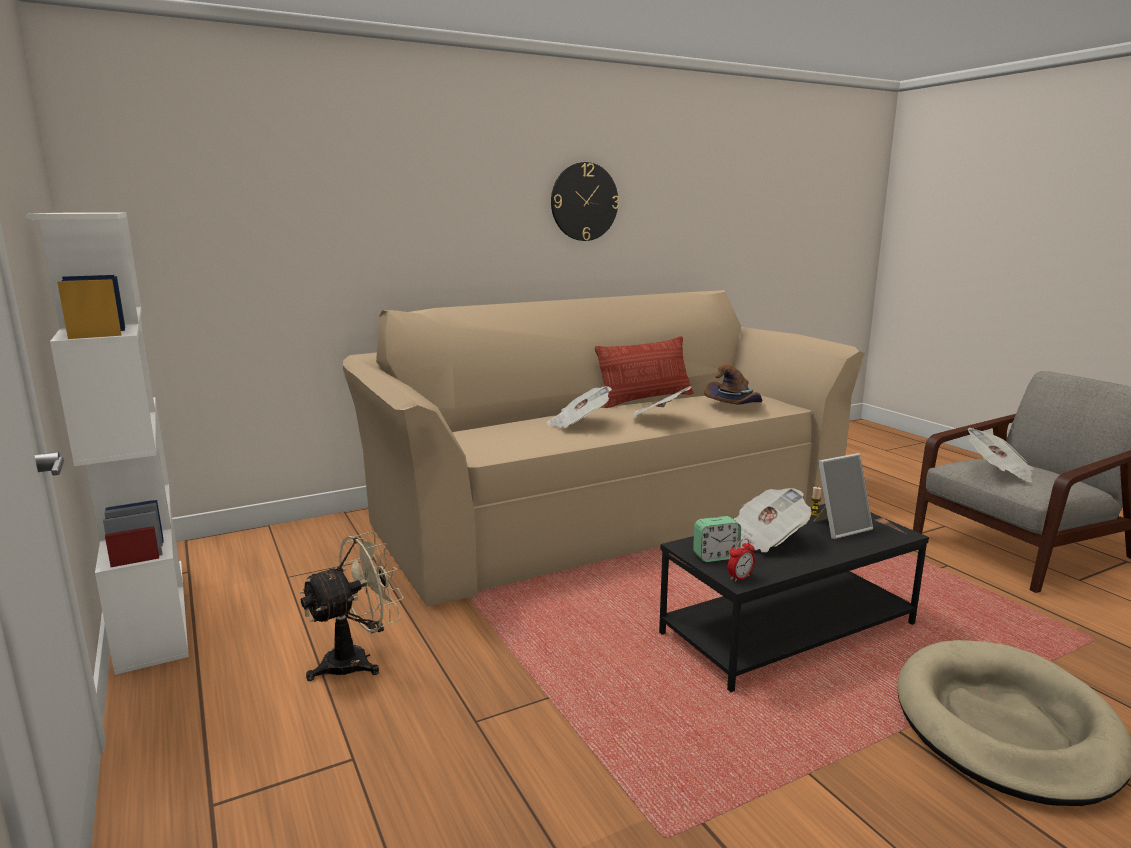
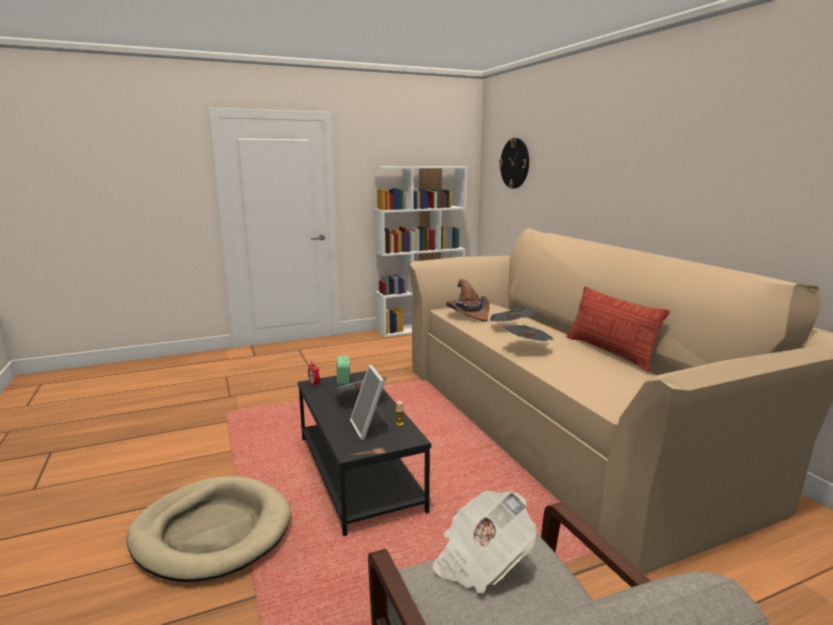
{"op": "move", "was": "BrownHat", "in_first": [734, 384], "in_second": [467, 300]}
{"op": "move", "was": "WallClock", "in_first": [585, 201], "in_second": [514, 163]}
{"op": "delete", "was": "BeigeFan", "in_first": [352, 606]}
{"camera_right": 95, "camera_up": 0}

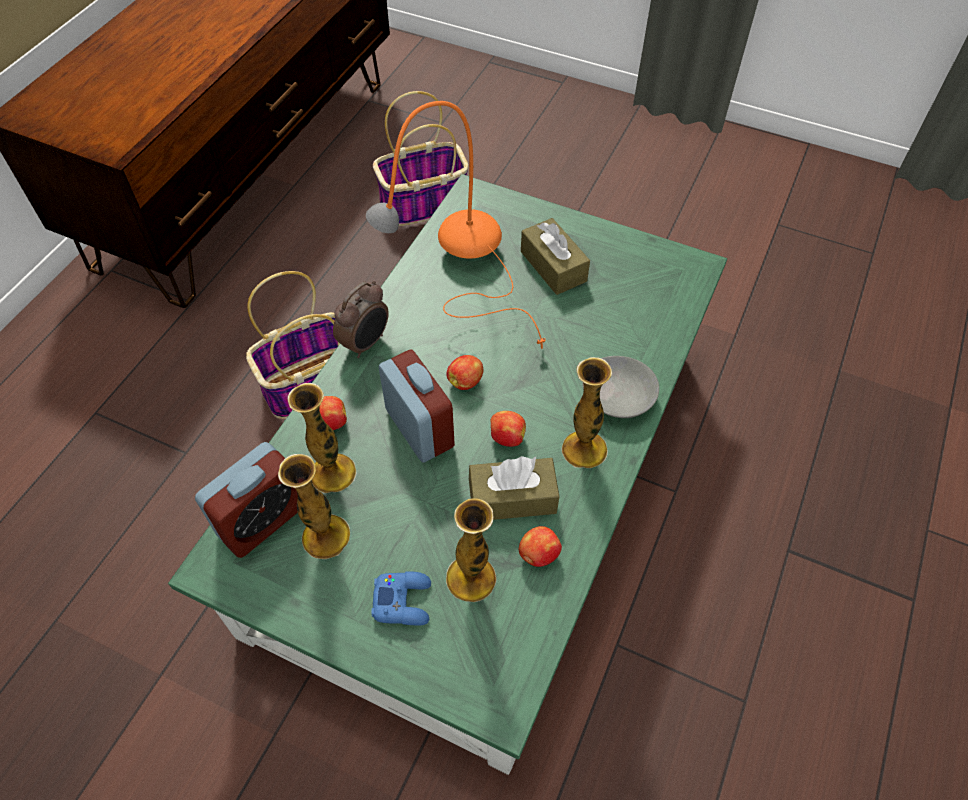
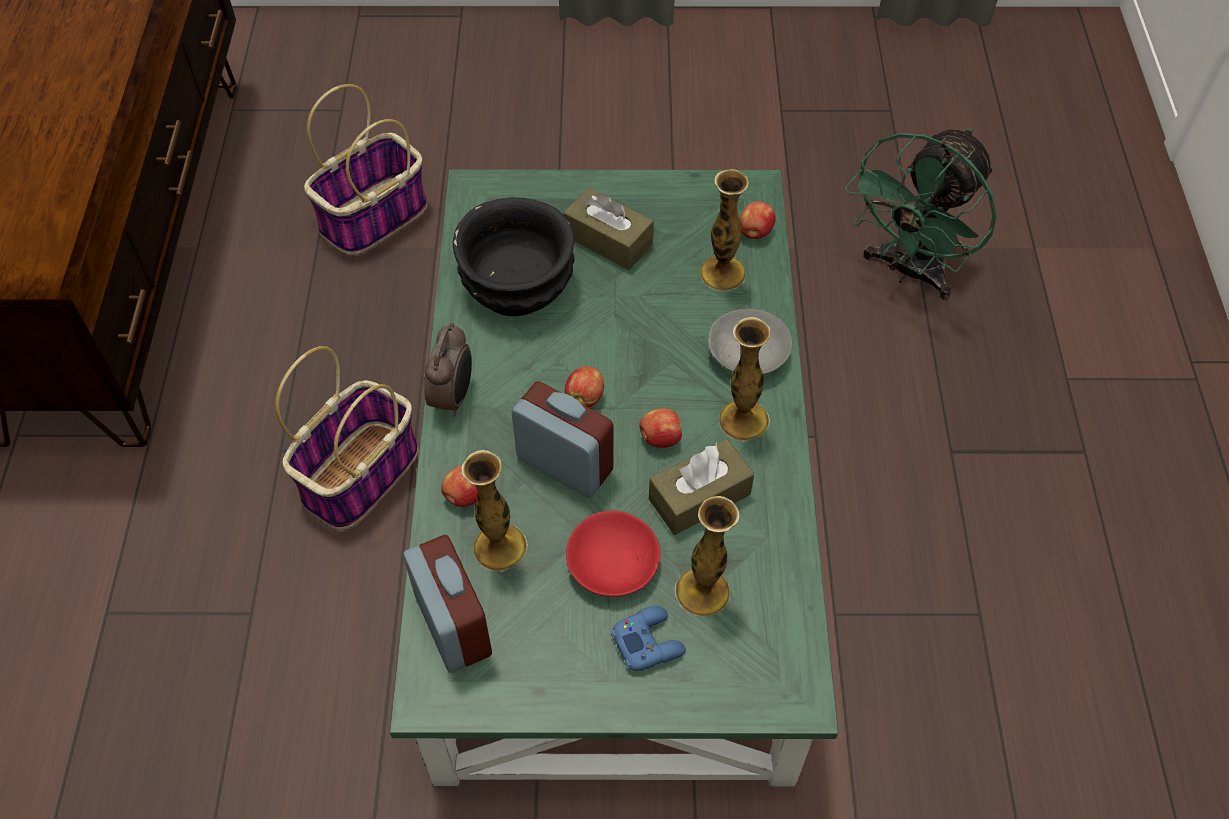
{"op": "rotate", "was": "AlarmClock", "in_first": [246, 500], "in_second": [447, 604], "clockwise": -45}
{"op": "replace", "was": "OrangeTableLamp", "now": "BlackBowl", "in_first": [456, 225], "in_second": [514, 256]}
{"op": "insert", "now": "RedBowl", "in_second": [613, 554]}
{"op": "move", "was": "Vase", "in_first": [314, 506], "in_second": [724, 230]}
{"op": "move", "was": "Apple", "in_first": [540, 546], "in_second": [757, 220]}
{"op": "insert", "now": "GreenFan", "in_second": [921, 214]}
{"camera_right": -25, "camera_up": 0}

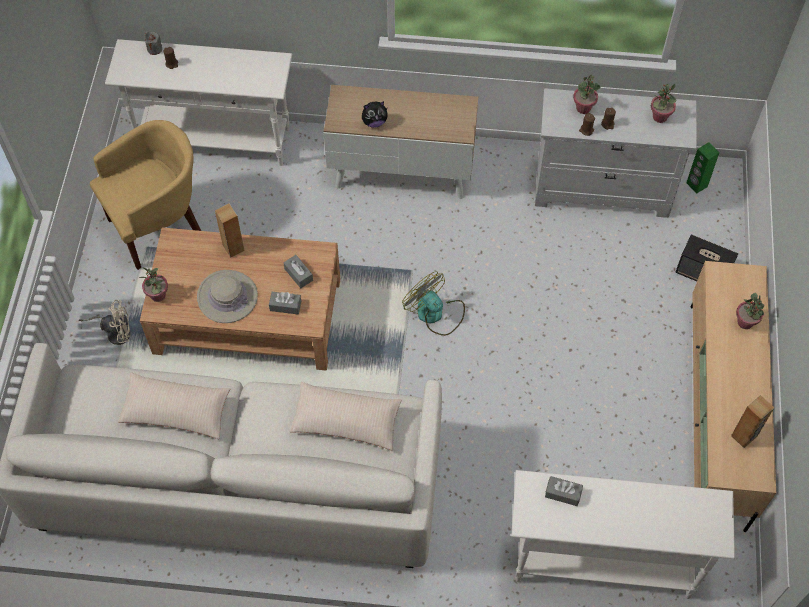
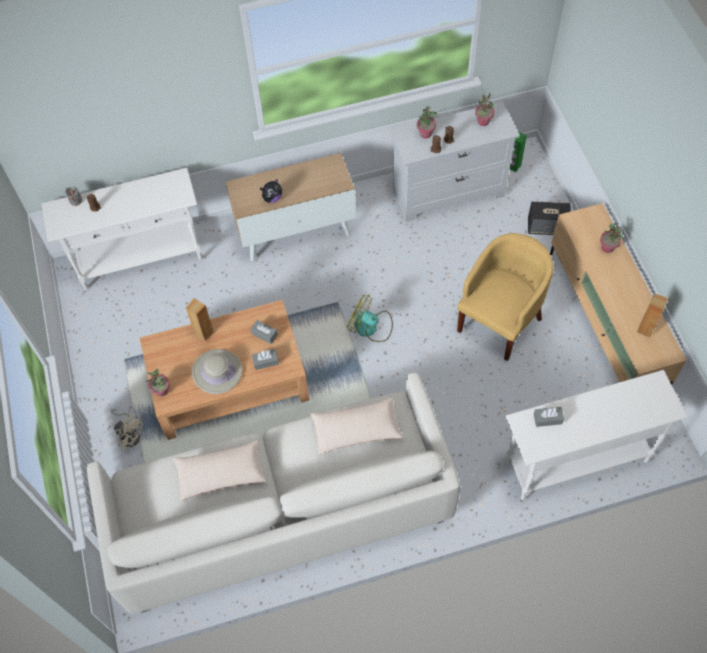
{"op": "rotate", "was": "BeigeFan", "in_first": [105, 322], "in_second": [127, 429], "clockwise": 60}
{"op": "move", "was": "YellowArmchair", "in_first": [145, 195], "in_second": [505, 297]}
{"camera_right": -20, "camera_up": 0}

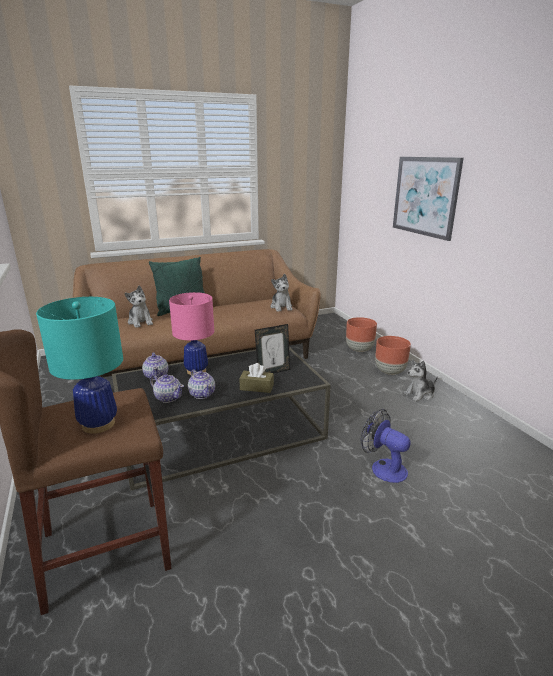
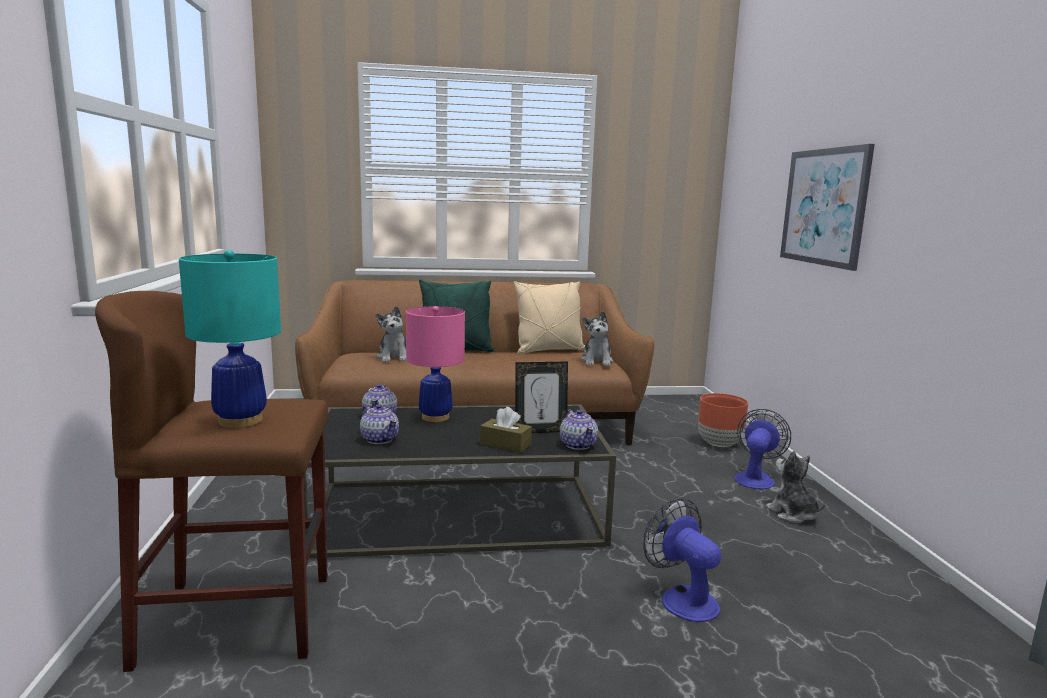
{"op": "insert", "now": "BeigePillow", "in_second": [549, 317]}
{"op": "move", "was": "Teapot", "in_first": [201, 384], "in_second": [579, 430]}
{"op": "replace", "was": "BrownPlanter", "now": "Fan", "in_first": [393, 355], "in_second": [763, 449]}
{"op": "rotate", "was": "PlushToy", "in_first": [420, 381], "in_second": [795, 487], "clockwise": 75}
{"camera_right": 15, "camera_up": -10}

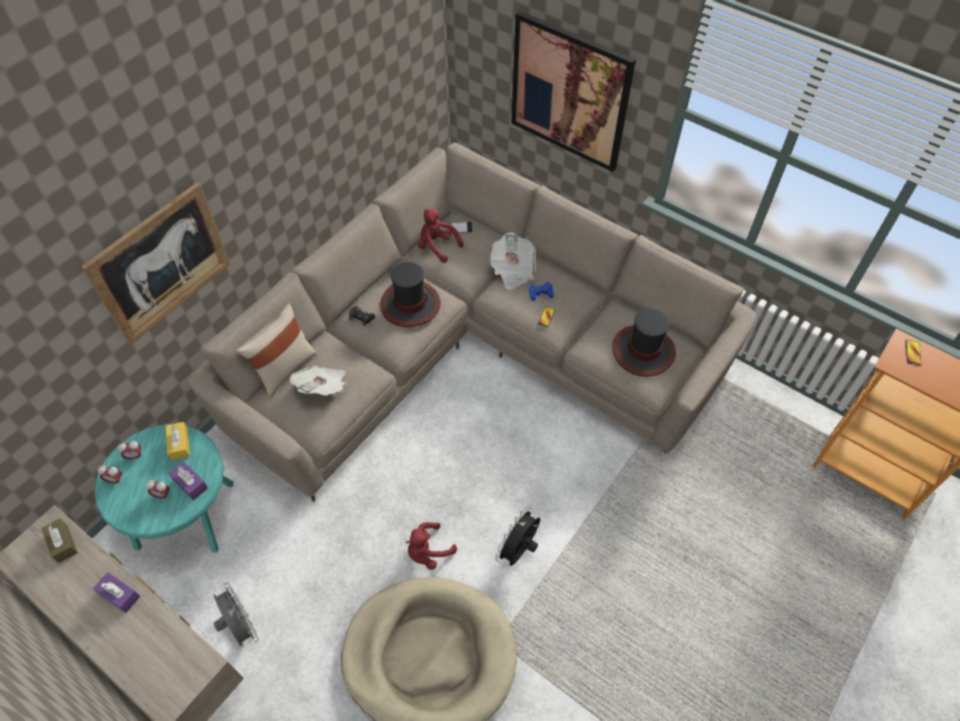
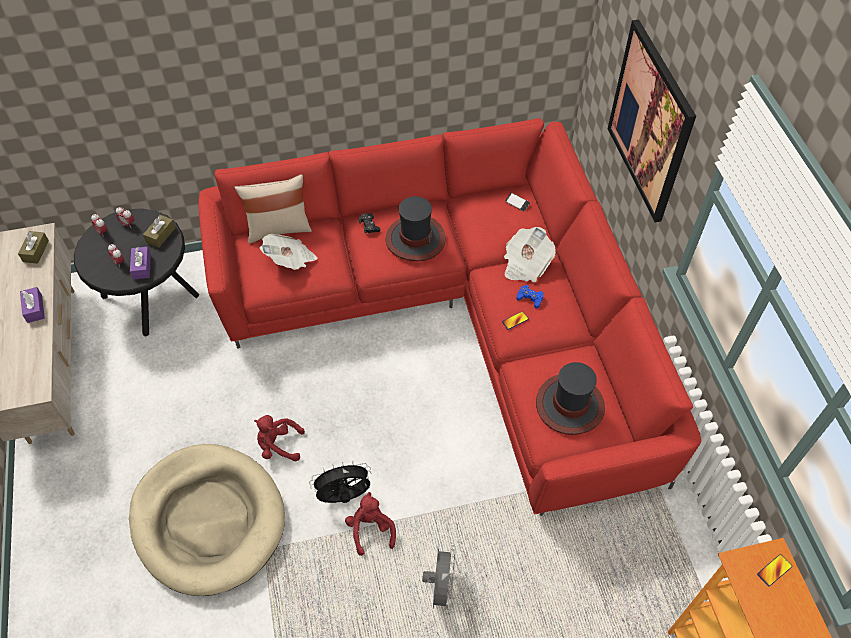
{"op": "recolor", "was": "TurquoiseSideTable", "now": "BlackSideTable", "in_first": [163, 488], "in_second": [137, 272]}
{"op": "recolor", "was": "YellowTissueBox", "now": "BrownTissueBox", "in_first": [178, 441], "in_second": [159, 231]}
{"op": "recolor", "was": "BeigeSofa", "now": "RedSofa", "in_first": [471, 322], "in_second": [449, 317]}
{"op": "move", "was": "RedPlushToy", "in_first": [440, 236], "in_second": [370, 524]}
{"op": "move", "was": "GreyFan", "in_first": [236, 614], "in_second": [439, 580]}
{"op": "delete", "was": "Picture", "in_first": [156, 263]}
{"camera_right": 40, "camera_up": 0}

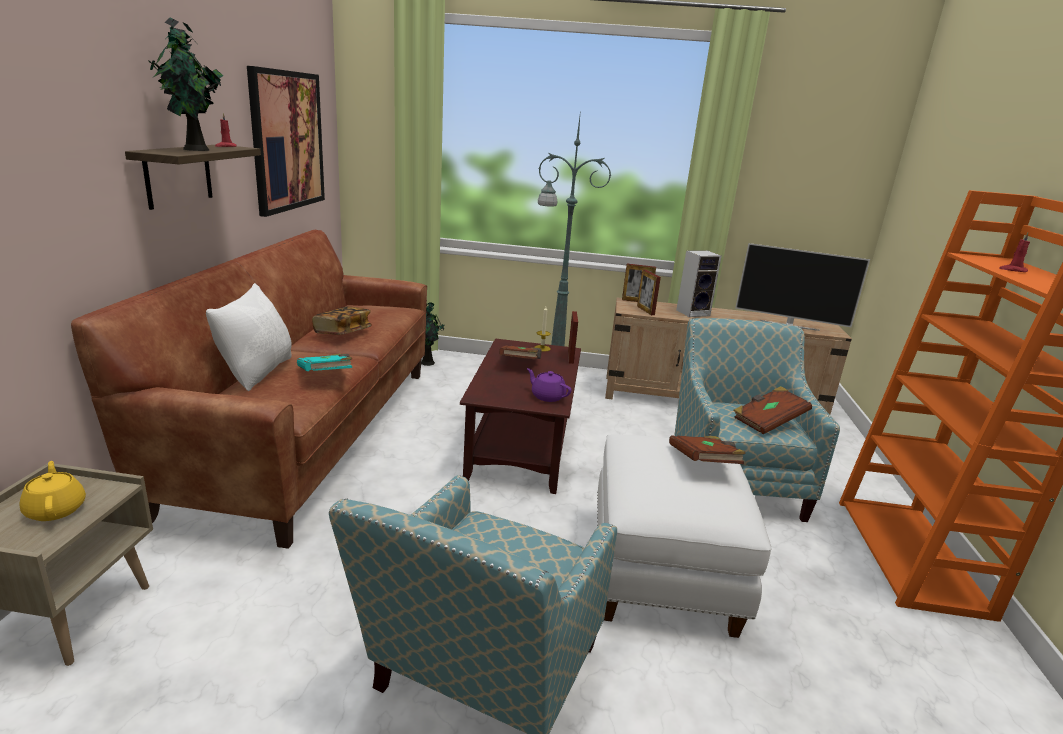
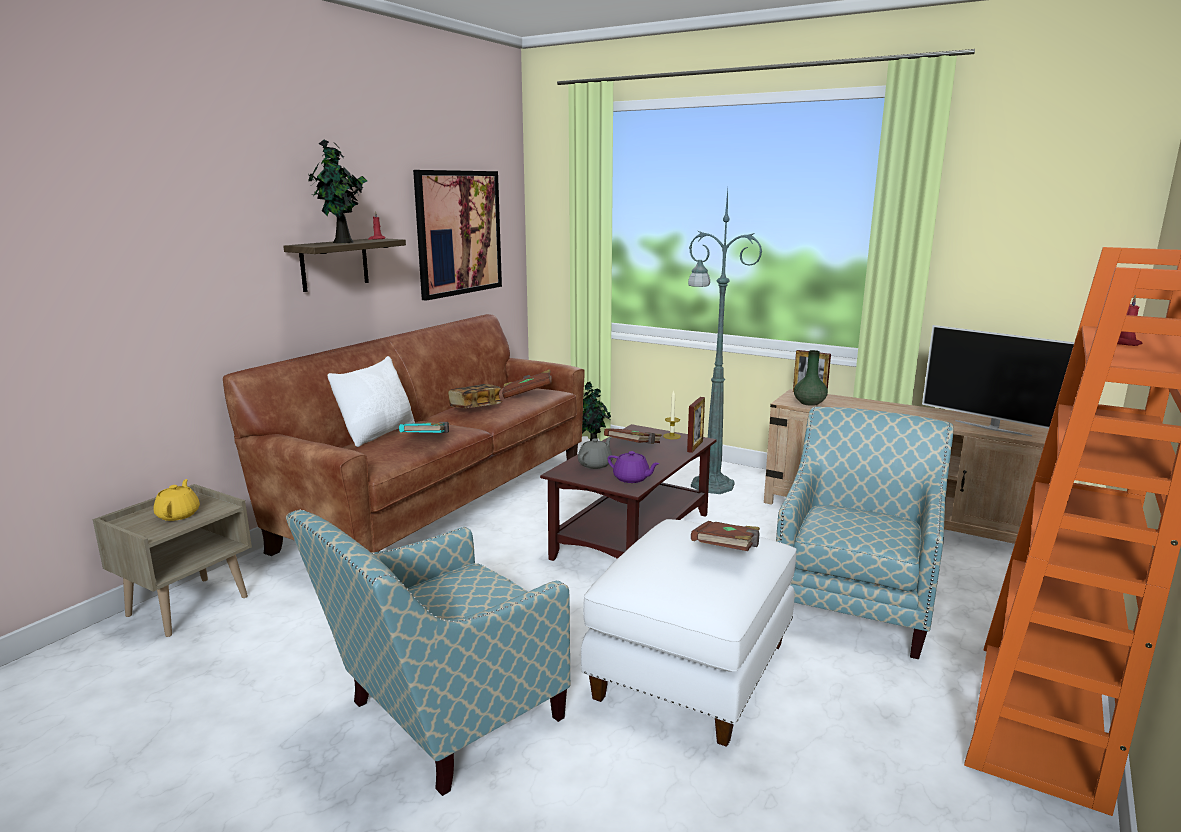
{"op": "move", "was": "BrownBook", "in_first": [772, 410], "in_second": [527, 384]}
{"op": "insert", "now": "GreyTeapot", "in_second": [595, 453]}
{"op": "rotate", "was": "PurpleTeapot", "in_first": [549, 385], "in_second": [634, 467], "clockwise": 150}
{"op": "replace", "was": "PictureFrame", "now": "GreenVase", "in_first": [649, 292], "in_second": [811, 378]}
{"op": "delete", "was": "Speaker", "in_first": [699, 283]}
{"camera_right": 25, "camera_up": -5}

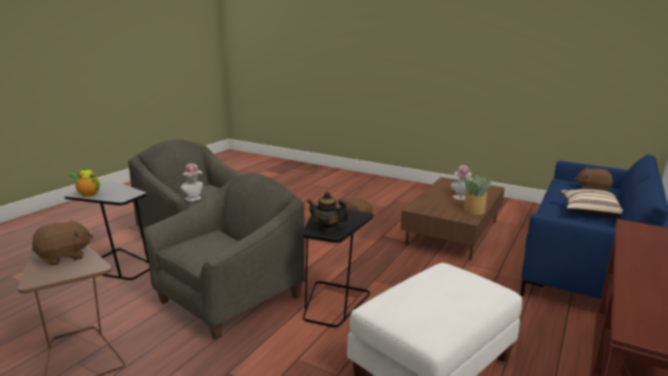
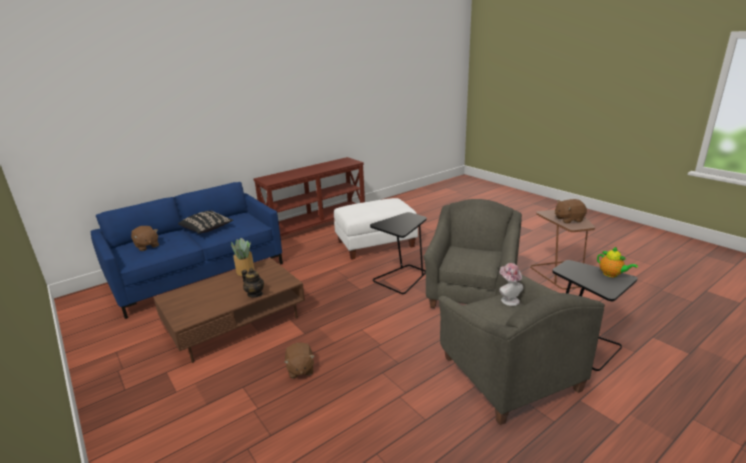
{"op": "recolor", "was": "BeigePillow", "now": "BlackPillow", "in_first": [591, 203], "in_second": [205, 222]}
{"op": "move", "was": "Teapot", "in_first": [328, 212], "in_second": [253, 283]}
{"op": "rotate", "was": "GreyArmchair", "in_first": [224, 257], "in_second": [472, 253], "clockwise": 135}
{"op": "delete", "was": "Hat", "in_first": [461, 182]}
{"camera_right": -155, "camera_up": 5}

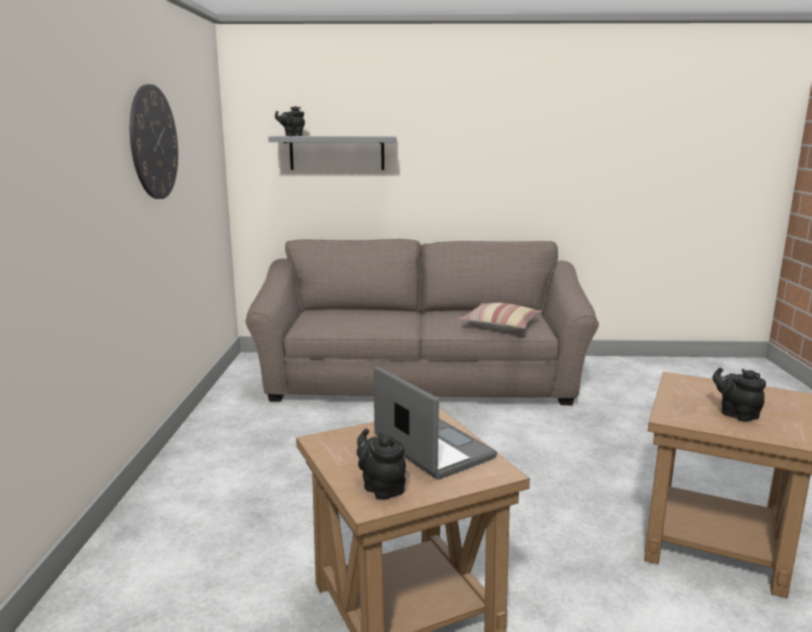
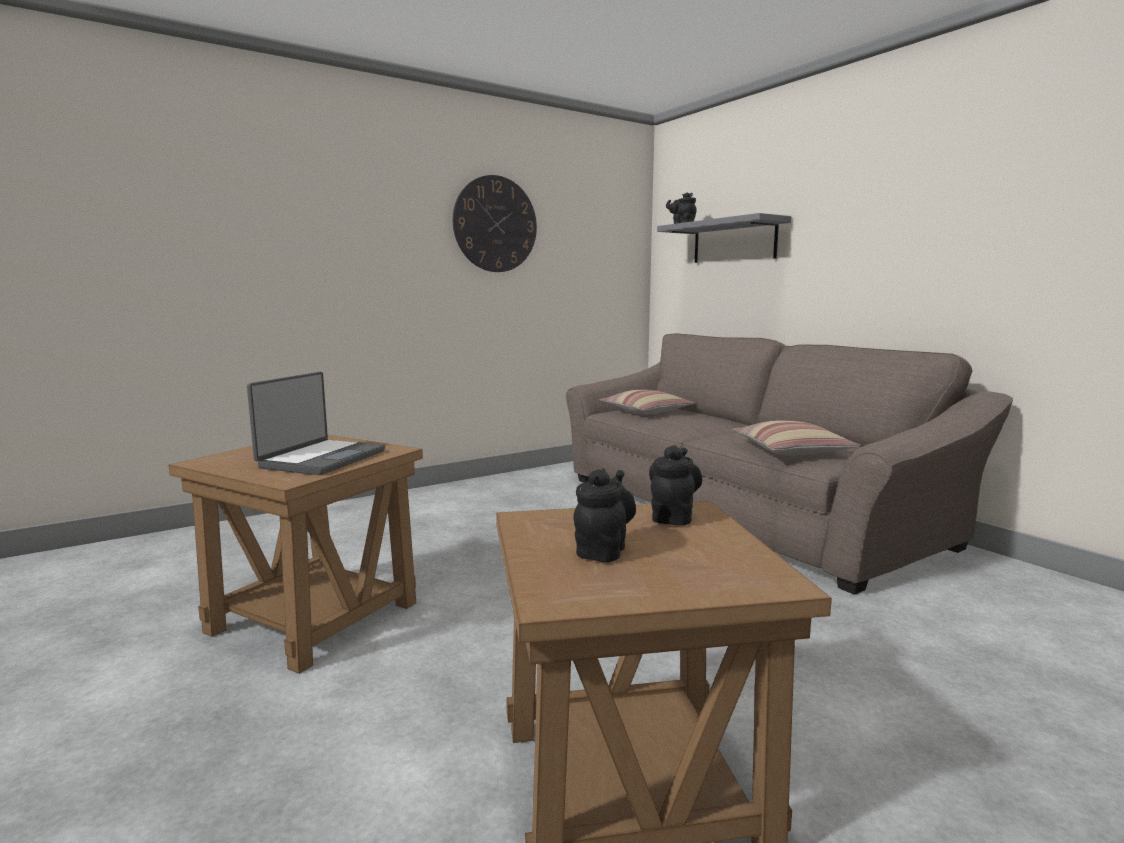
{"op": "insert", "now": "Pillow", "in_second": [647, 402]}
{"op": "move", "was": "BlackTeapot", "in_first": [381, 464], "in_second": [675, 485]}
{"camera_right": 55, "camera_up": -5}

